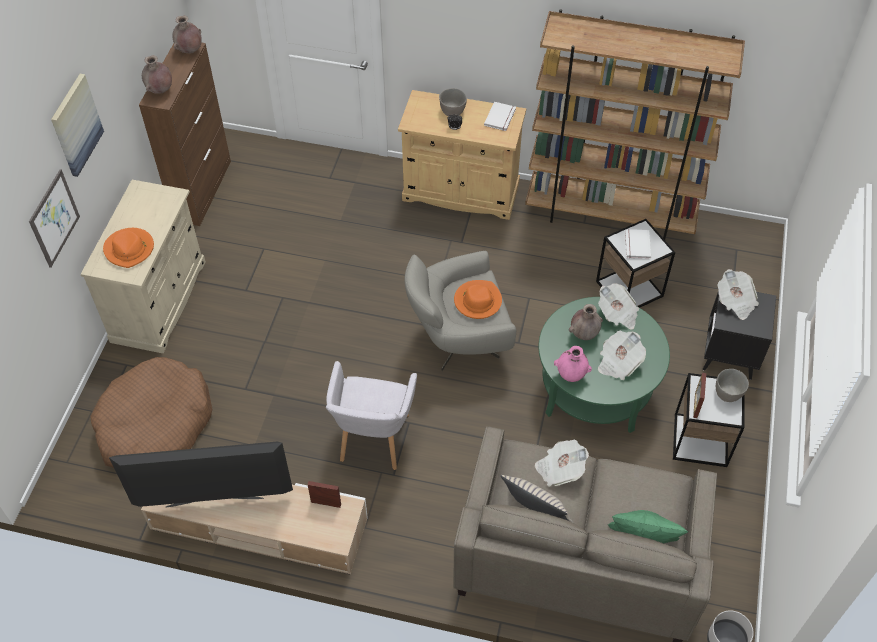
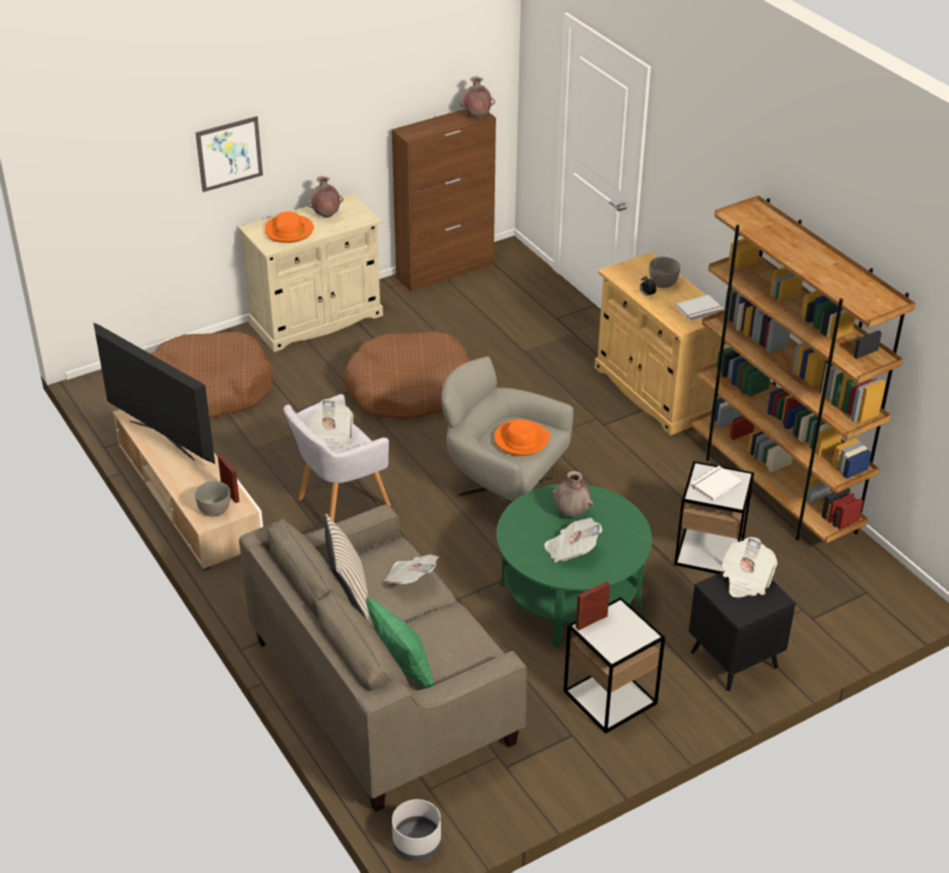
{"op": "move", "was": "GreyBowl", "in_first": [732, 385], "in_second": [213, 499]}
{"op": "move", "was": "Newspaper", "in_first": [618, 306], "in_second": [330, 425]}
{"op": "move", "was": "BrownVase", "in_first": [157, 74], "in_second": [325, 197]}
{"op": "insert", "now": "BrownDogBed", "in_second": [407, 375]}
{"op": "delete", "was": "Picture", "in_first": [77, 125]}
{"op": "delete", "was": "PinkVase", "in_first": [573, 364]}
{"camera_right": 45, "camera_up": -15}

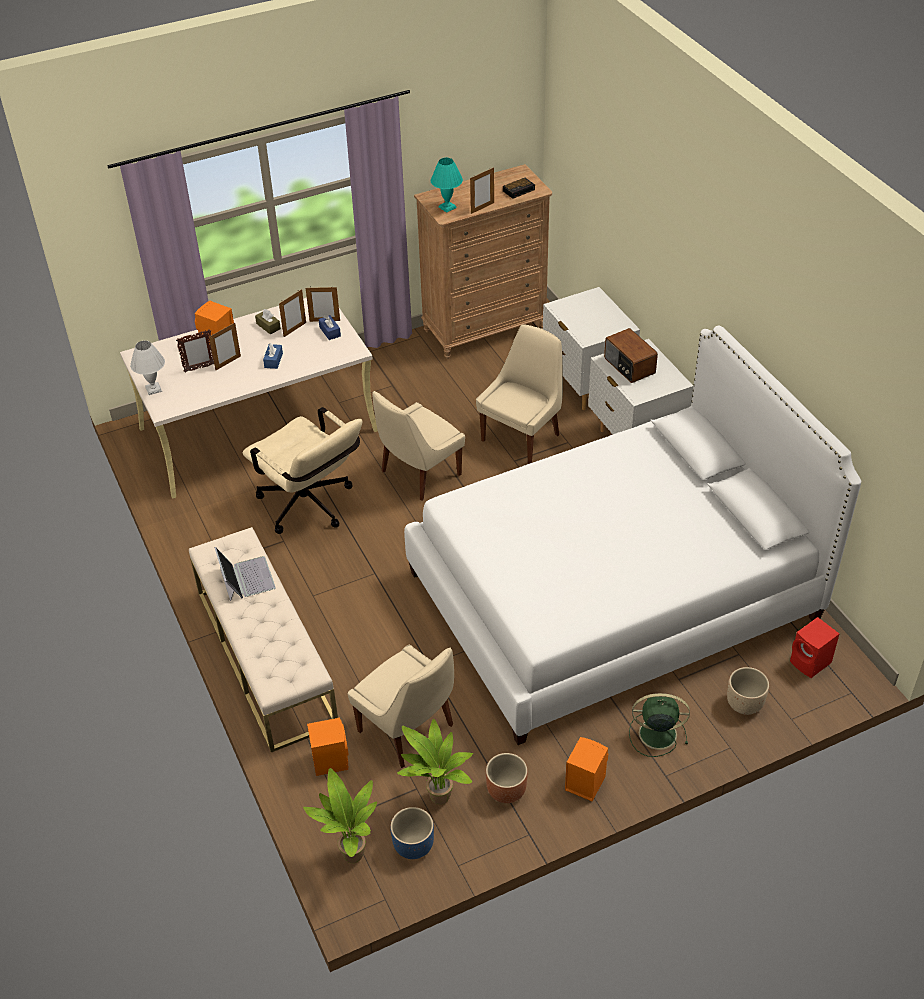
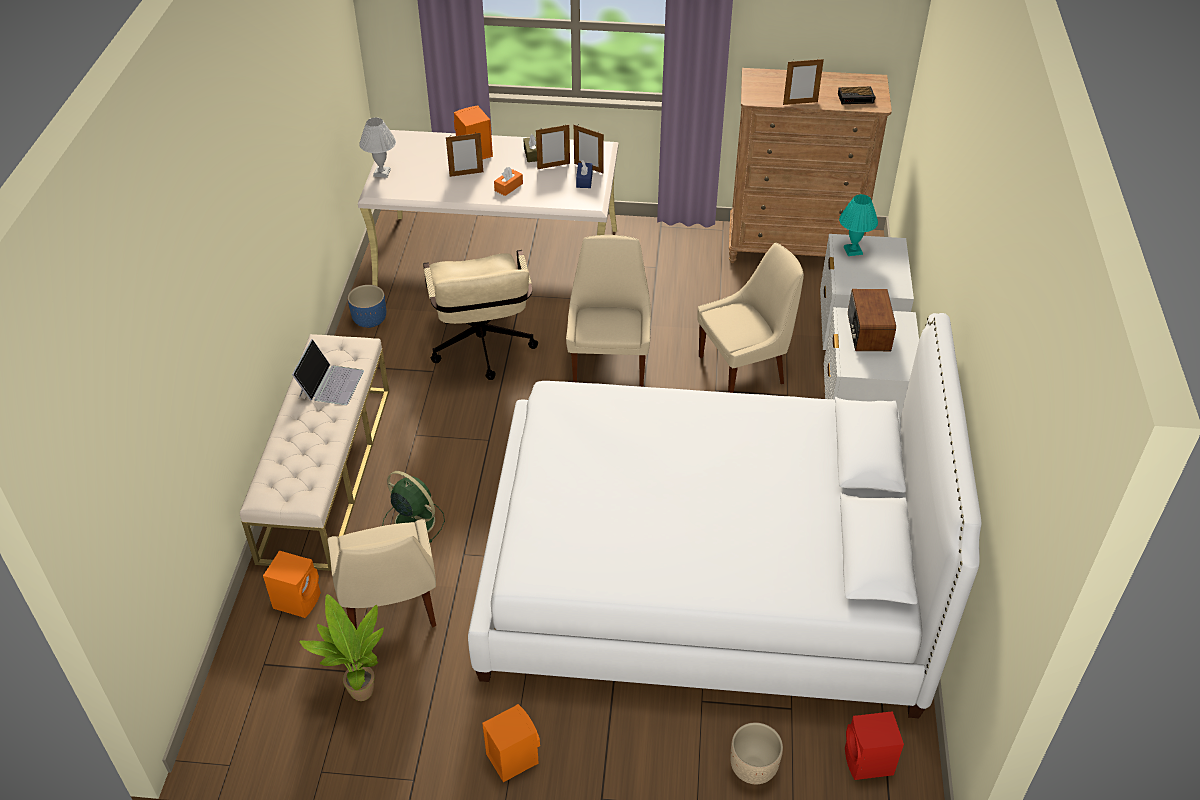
{"op": "move", "was": "BluePlanter", "in_first": [412, 833], "in_second": [367, 306]}
{"op": "move", "was": "GreenFan", "in_first": [659, 725], "in_second": [413, 507]}
{"op": "recolor", "was": "BlueTissueBox", "now": "OrangeTissueBox", "in_first": [273, 356], "in_second": [508, 181]}
{"op": "rotate", "was": "BeigeChair", "in_first": [418, 445], "in_second": [608, 311], "clockwise": 105}
{"op": "move", "was": "TurquoiseTableLamp", "in_first": [447, 185], "in_second": [858, 225]}
{"op": "delete", "was": "PictureFrame", "in_first": [195, 351]}
{"op": "delete", "was": "PottedPlant", "in_first": [340, 815]}
{"op": "delete", "was": "BrownPlanter", "in_first": [507, 778]}
{"camera_right": 30, "camera_up": 0}

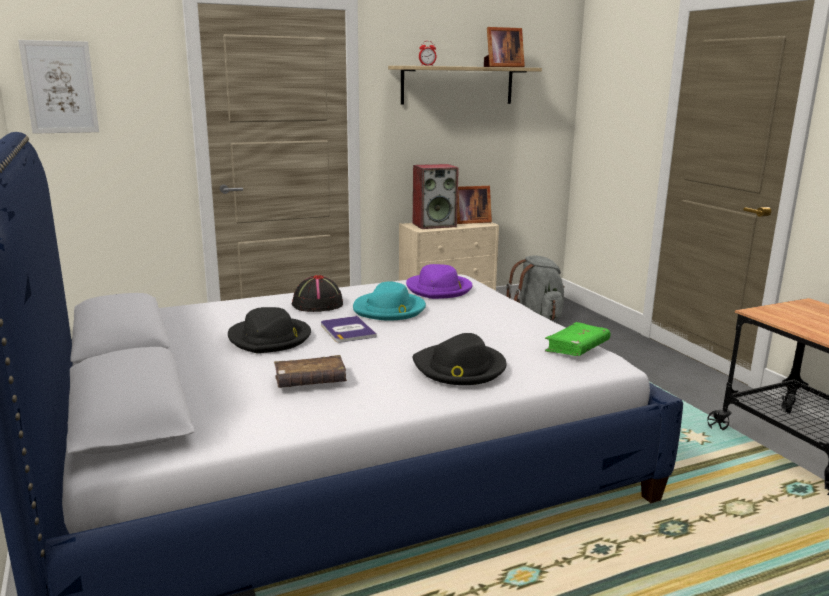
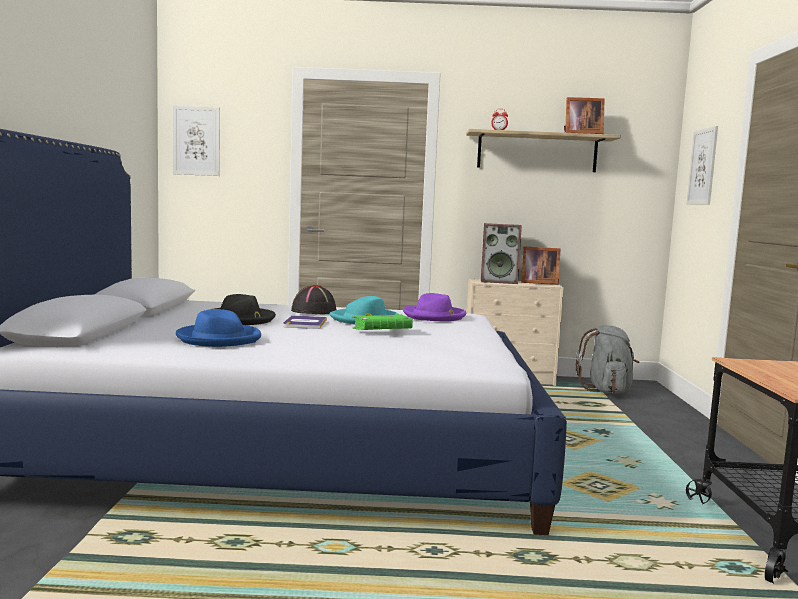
{"op": "replace", "was": "BrownBook", "now": "BlueHat", "in_first": [310, 371], "in_second": [218, 328]}
{"op": "move", "was": "GreenBook", "in_first": [577, 339], "in_second": [383, 322]}
{"op": "insert", "now": "Picture", "in_second": [702, 165]}
{"op": "delete", "was": "BlackHat", "in_first": [460, 359]}
{"camera_right": 25, "camera_up": -10}

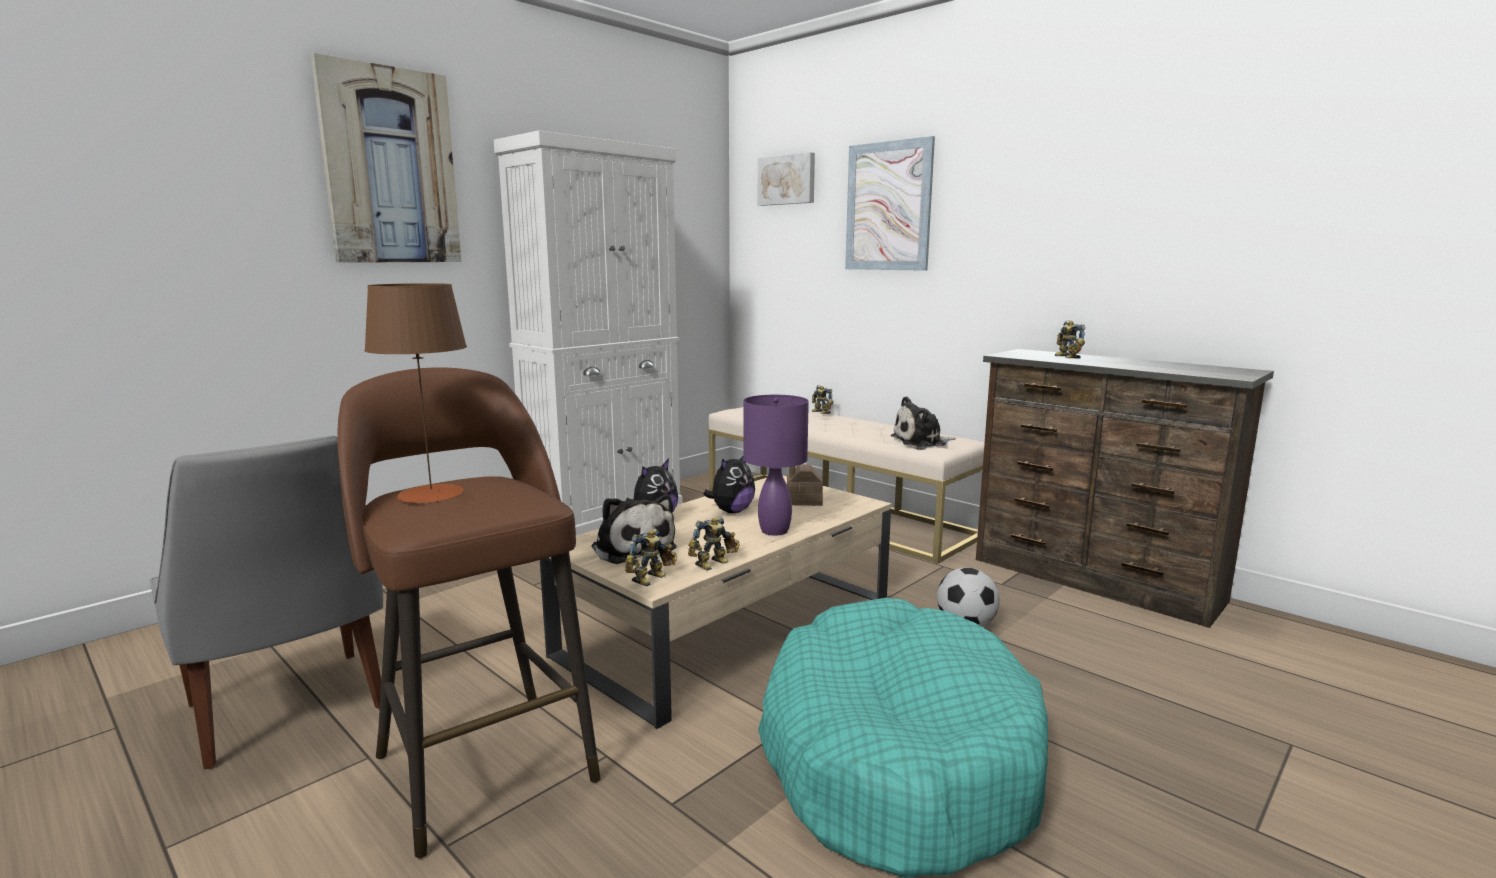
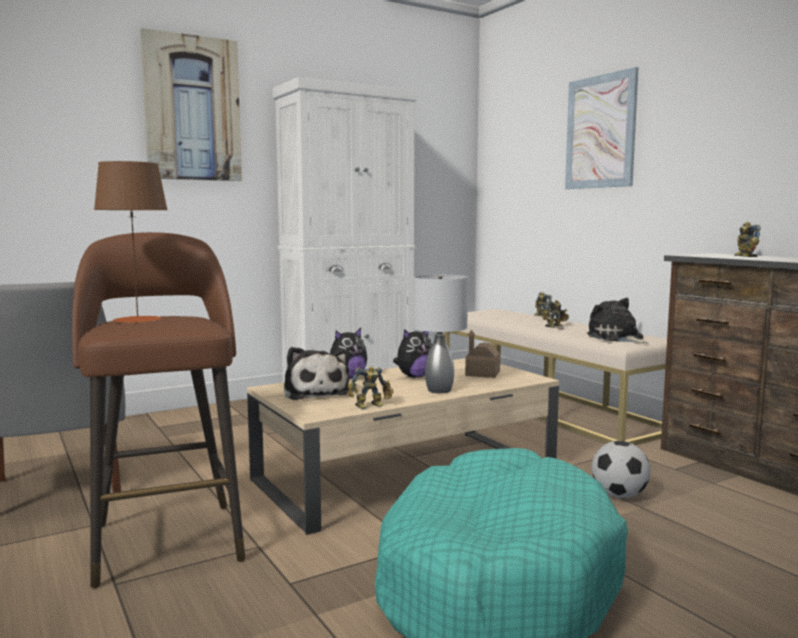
{"op": "recolor", "was": "PurpleTableLamp", "now": "GreyTableLamp", "in_first": [776, 465], "in_second": [440, 334]}
{"op": "move", "was": "ToyRobot", "in_first": [651, 557], "in_second": [556, 314]}
{"op": "rotate", "was": "PlushToy", "in_first": [923, 421], "in_second": [617, 321], "clockwise": 60}
{"op": "delete", "was": "Picture", "in_first": [786, 179]}
{"camera_right": 15, "camera_up": -5}

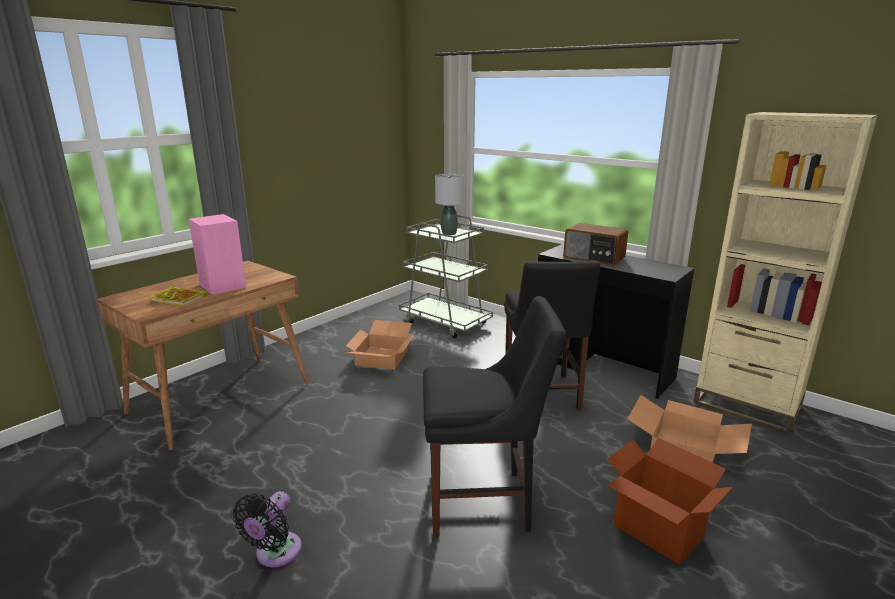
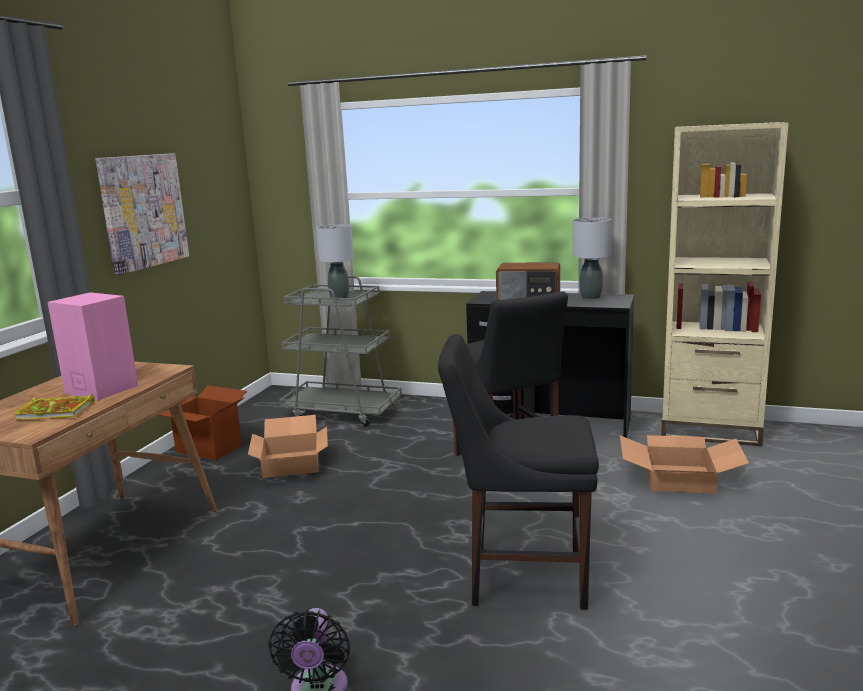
{"op": "insert", "now": "Picture", "in_second": [142, 214]}
{"op": "move", "was": "CardboardBox", "in_first": [670, 501], "in_second": [202, 422]}
{"op": "rotate", "was": "BlackChair", "in_first": [494, 416], "in_second": [518, 472], "clockwise": -150}
{"op": "insert", "now": "GreyTableLamp", "in_second": [592, 258]}
{"camera_right": -20, "camera_up": -5}

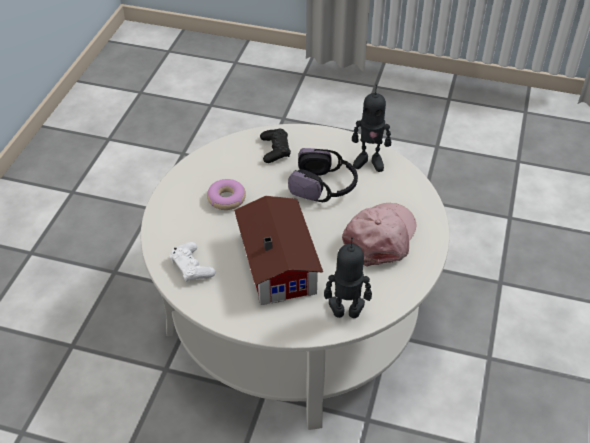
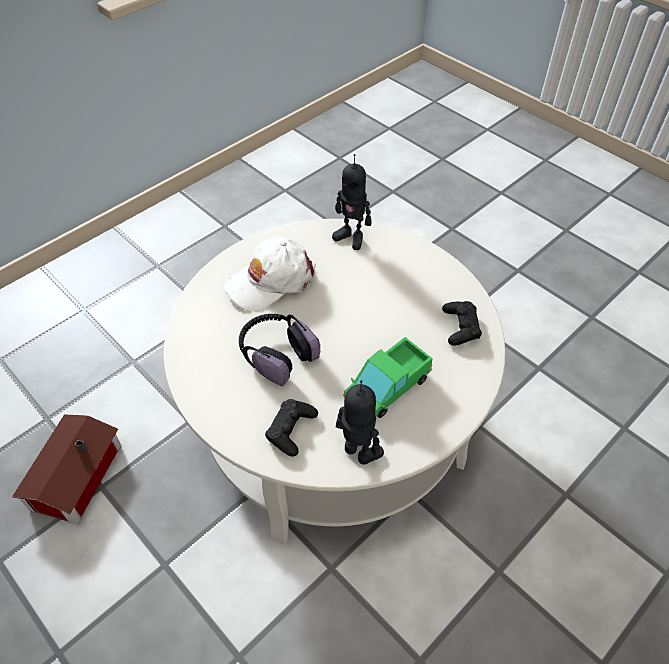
{"op": "move", "was": "ToyHouse", "in_first": [278, 250], "in_second": [66, 469]}
{"op": "recolor", "was": "PinkCap", "now": "WhiteCap", "in_first": [379, 234], "in_second": [270, 273]}
{"op": "move", "was": "ToyRobot", "in_first": [371, 128], "in_second": [360, 422]}
{"op": "replace", "was": "Donut", "now": "ToyTruck", "in_first": [226, 194], "in_second": [388, 377]}
{"op": "recolor", "was": "WhiteGameController", "now": "BlackGameController", "in_first": [193, 262], "in_second": [462, 323]}
{"camera_right": -150, "camera_up": 5}

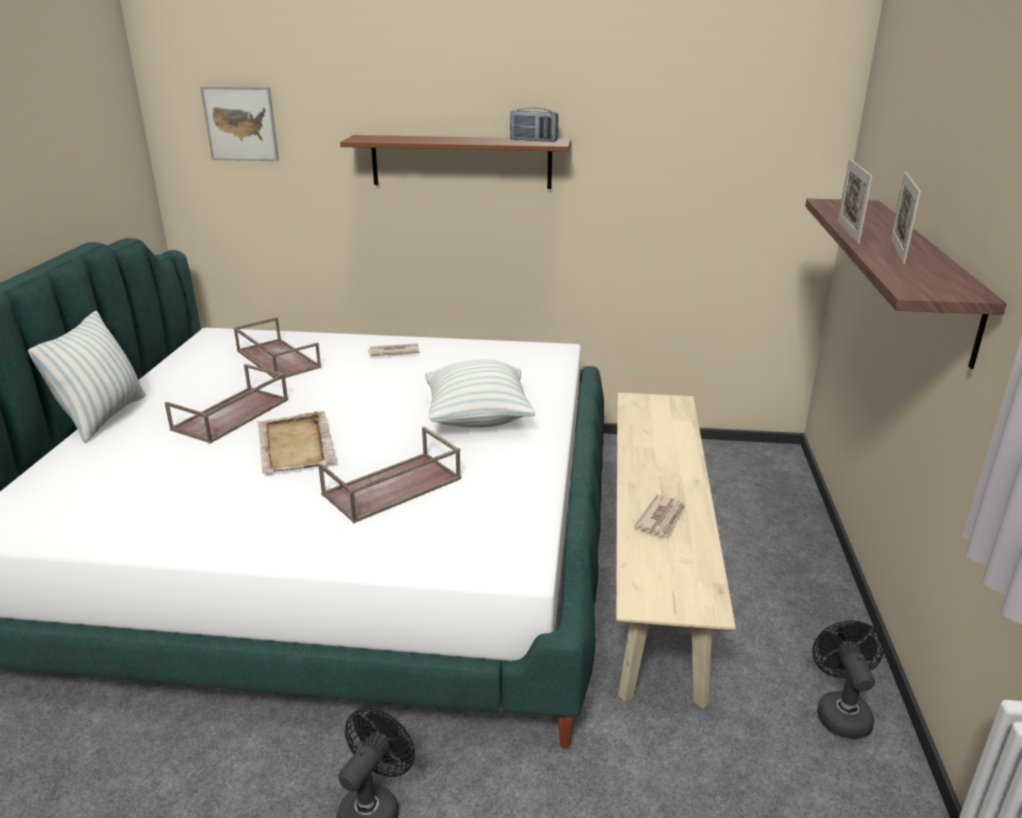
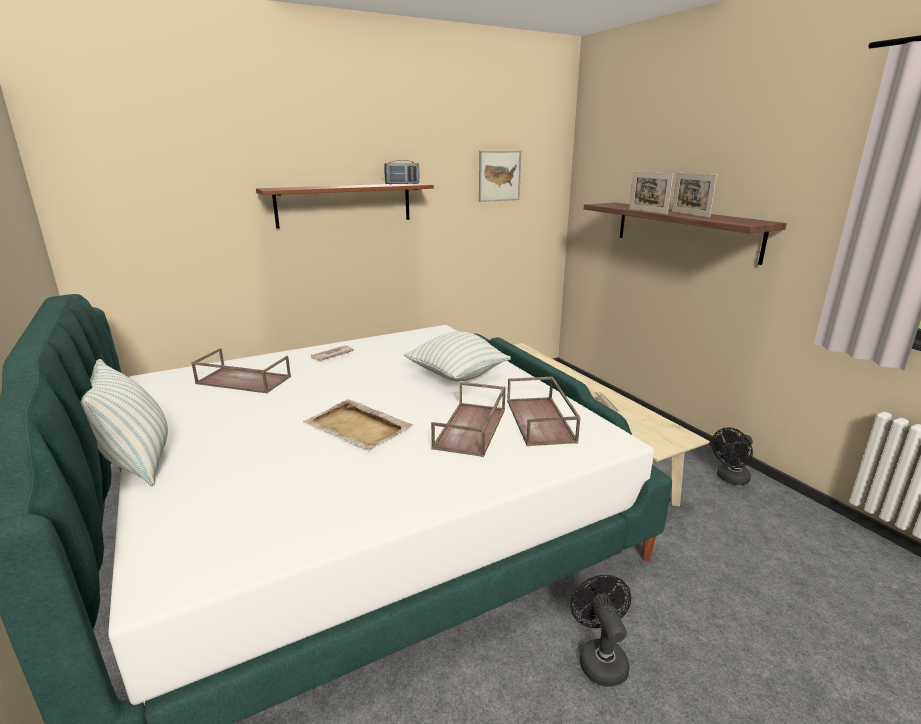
{"op": "move", "was": "Picture", "in_first": [239, 123], "in_second": [500, 176]}
{"op": "move", "was": "BrownTray", "in_first": [226, 404], "in_second": [544, 411]}
{"op": "rotate", "was": "BlackFan", "in_first": [848, 680], "in_second": [732, 456], "clockwise": -90}
{"camera_right": -35, "camera_up": -5}

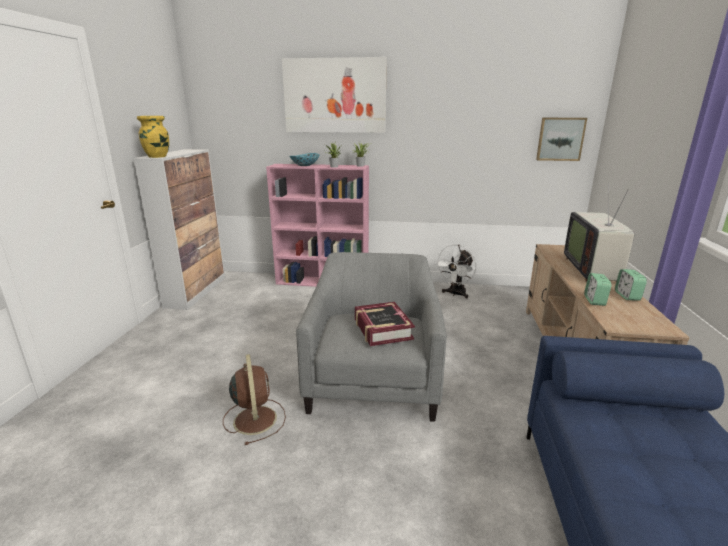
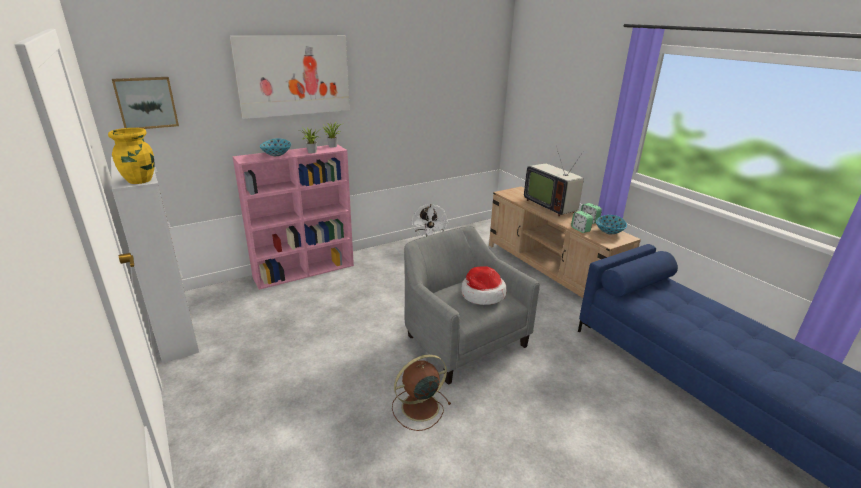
{"op": "move", "was": "Picture", "in_first": [561, 139], "in_second": [145, 103]}
{"op": "rotate", "was": "BrownFan", "in_first": [254, 399], "in_second": [421, 392], "clockwise": -60}
{"op": "replace", "was": "Book", "now": "Hat", "in_first": [385, 324], "in_second": [483, 286]}
{"op": "insert", "now": "Bowl", "in_second": [611, 224]}
{"camera_right": -40, "camera_up": 5}

